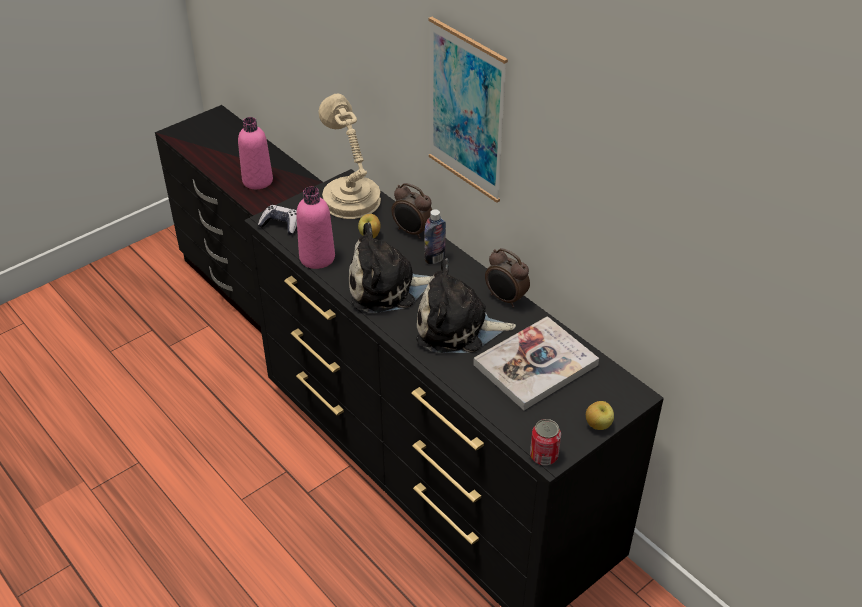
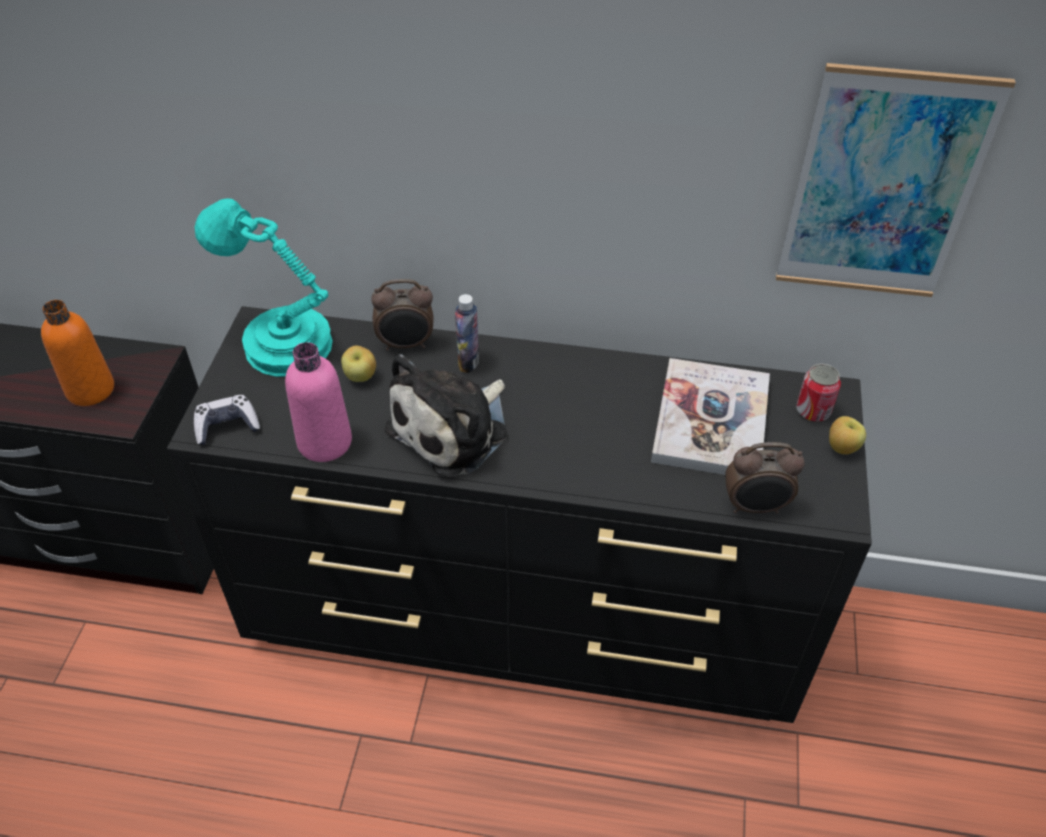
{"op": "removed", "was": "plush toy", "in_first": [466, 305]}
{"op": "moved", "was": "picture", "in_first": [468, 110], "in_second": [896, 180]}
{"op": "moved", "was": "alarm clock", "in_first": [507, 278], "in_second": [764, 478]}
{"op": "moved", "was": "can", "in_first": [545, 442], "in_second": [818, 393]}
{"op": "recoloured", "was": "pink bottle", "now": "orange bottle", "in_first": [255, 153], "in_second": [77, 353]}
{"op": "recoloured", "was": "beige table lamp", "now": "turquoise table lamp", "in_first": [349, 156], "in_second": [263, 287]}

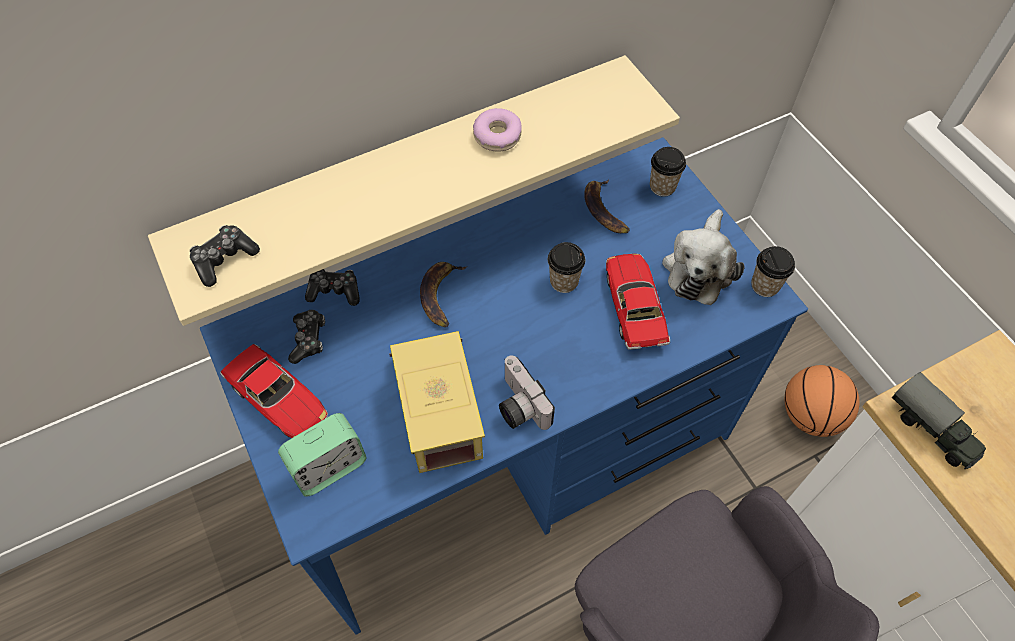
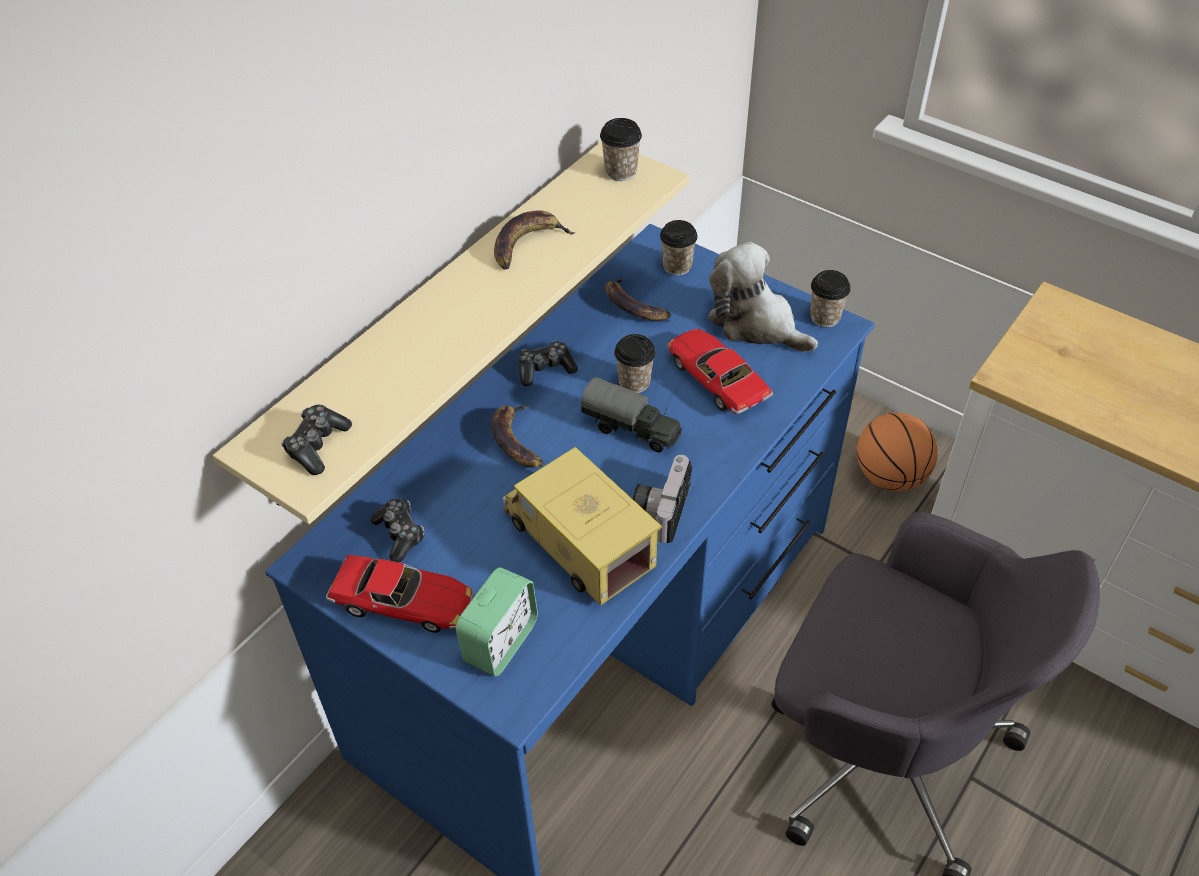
{"op": "added", "now": "cup", "in_second": [621, 149]}
{"op": "moved", "was": "game controller", "in_first": [332, 287], "in_second": [548, 363]}
{"op": "moved", "was": "toy truck", "in_first": [939, 420], "in_second": [631, 414]}
{"op": "replaced", "was": "donut", "now": "banana", "in_first": [497, 130], "in_second": [534, 239]}
{"op": "turned", "was": "photo camera", "in_first": [527, 392], "in_second": [662, 499], "clockwise": 75}
{"op": "turned", "was": "plush toy", "in_first": [703, 257], "in_second": [763, 297], "clockwise": 135}

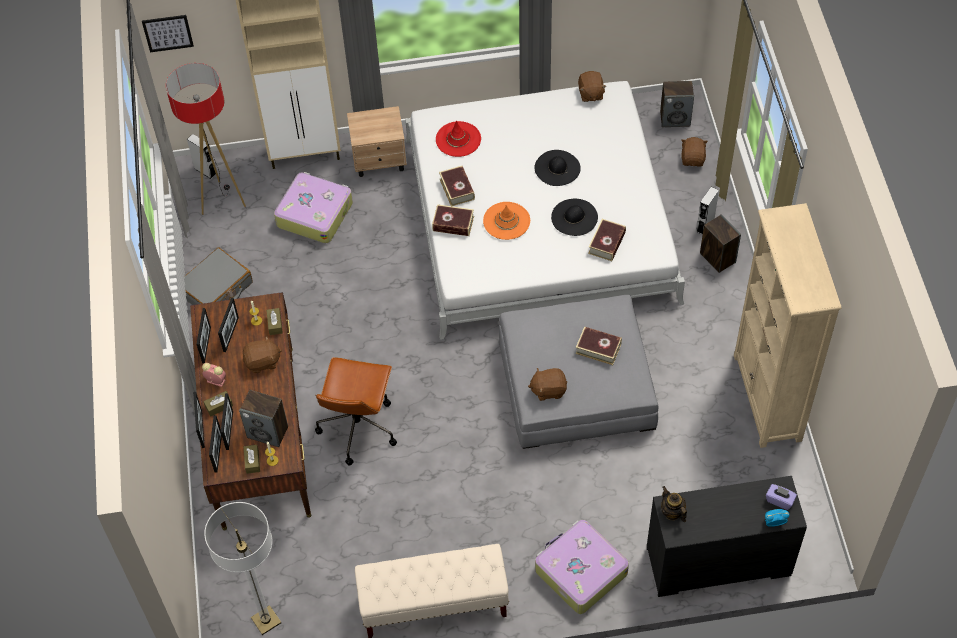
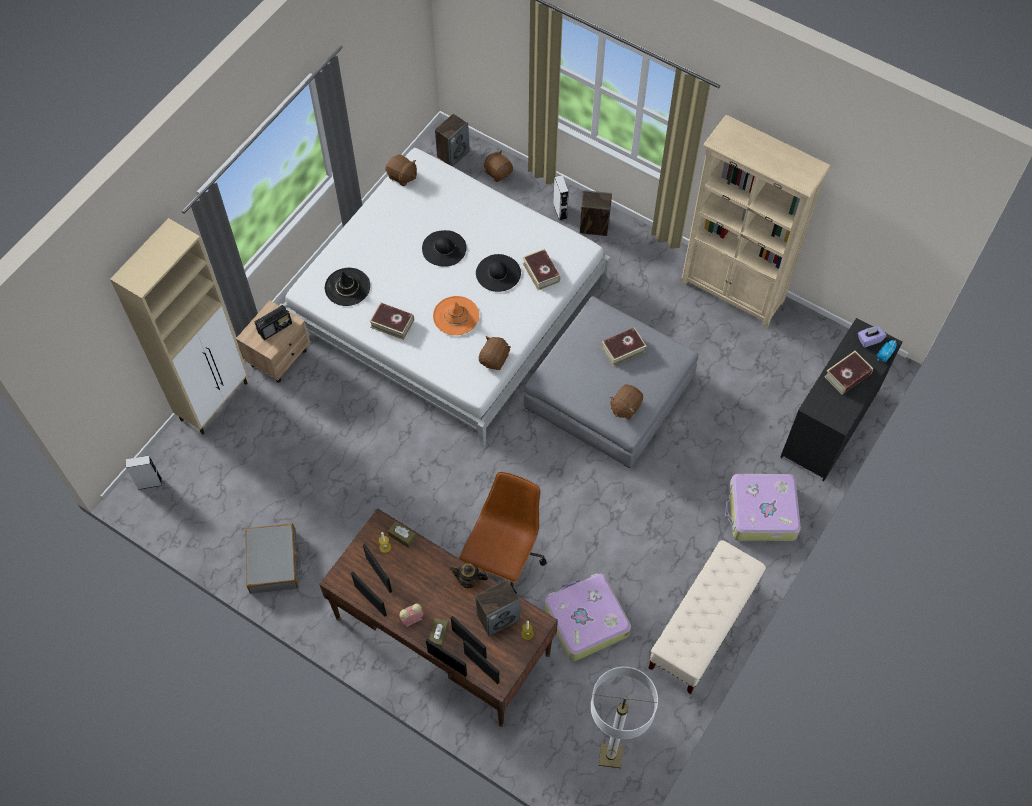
{"op": "removed", "was": "picture", "in_first": [168, 33]}
{"op": "removed", "was": "floor lamp", "in_first": [206, 139]}
{"op": "removed", "was": "brown tissue box", "in_first": [252, 459]}
{"op": "added", "now": "radio", "in_second": [273, 322]}
{"op": "moved", "was": "brown plush toy", "in_first": [262, 354], "in_second": [495, 353]}
{"op": "moved", "was": "suitcase", "in_first": [313, 207], "in_second": [588, 617]}
{"op": "moved", "was": "book", "in_first": [453, 220], "in_second": [848, 373]}
{"op": "moved", "was": "teapot", "in_first": [674, 504], "in_second": [469, 575]}
{"op": "recoloured", "was": "red hat", "now": "black hat", "in_first": [458, 139], "in_second": [347, 287]}
{"op": "turned", "was": "brown office chair", "in_first": [356, 411], "in_second": [503, 532], "clockwise": -120}

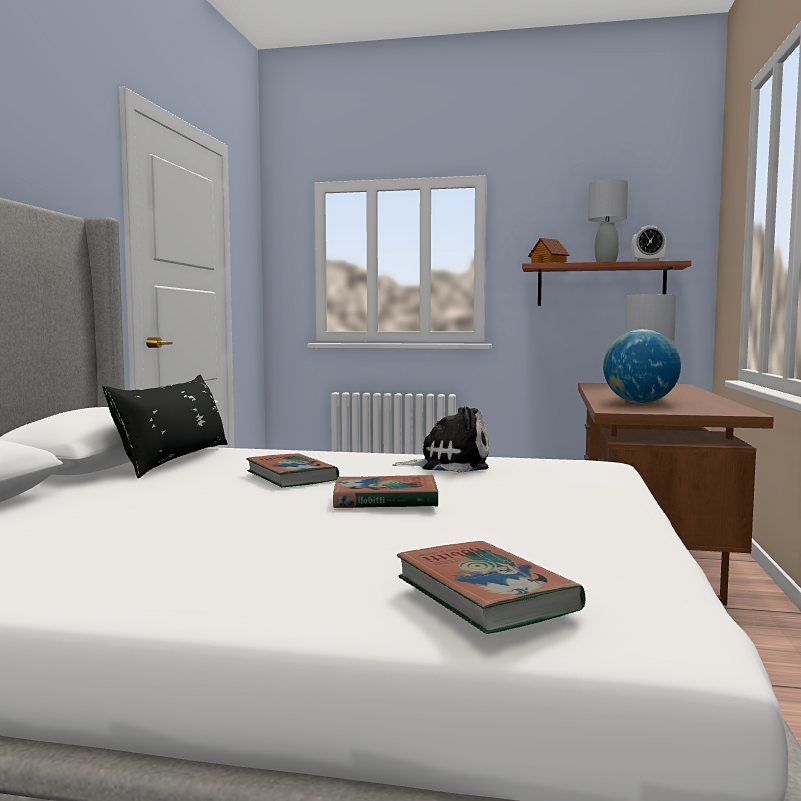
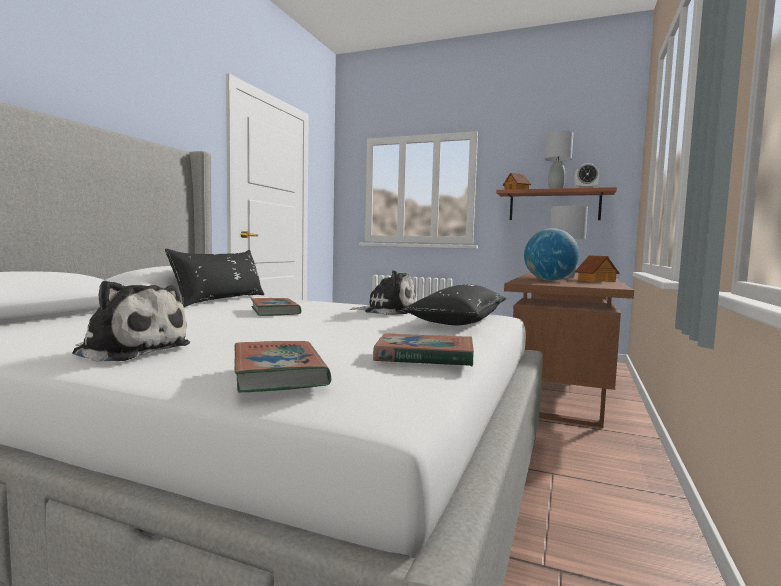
{"op": "added", "now": "plush toy", "in_second": [131, 321]}
{"op": "added", "now": "black pillow", "in_second": [453, 304]}
{"op": "added", "now": "toy house", "in_second": [597, 268]}
{"op": "moved", "was": "book", "in_first": [385, 491], "in_second": [423, 349]}

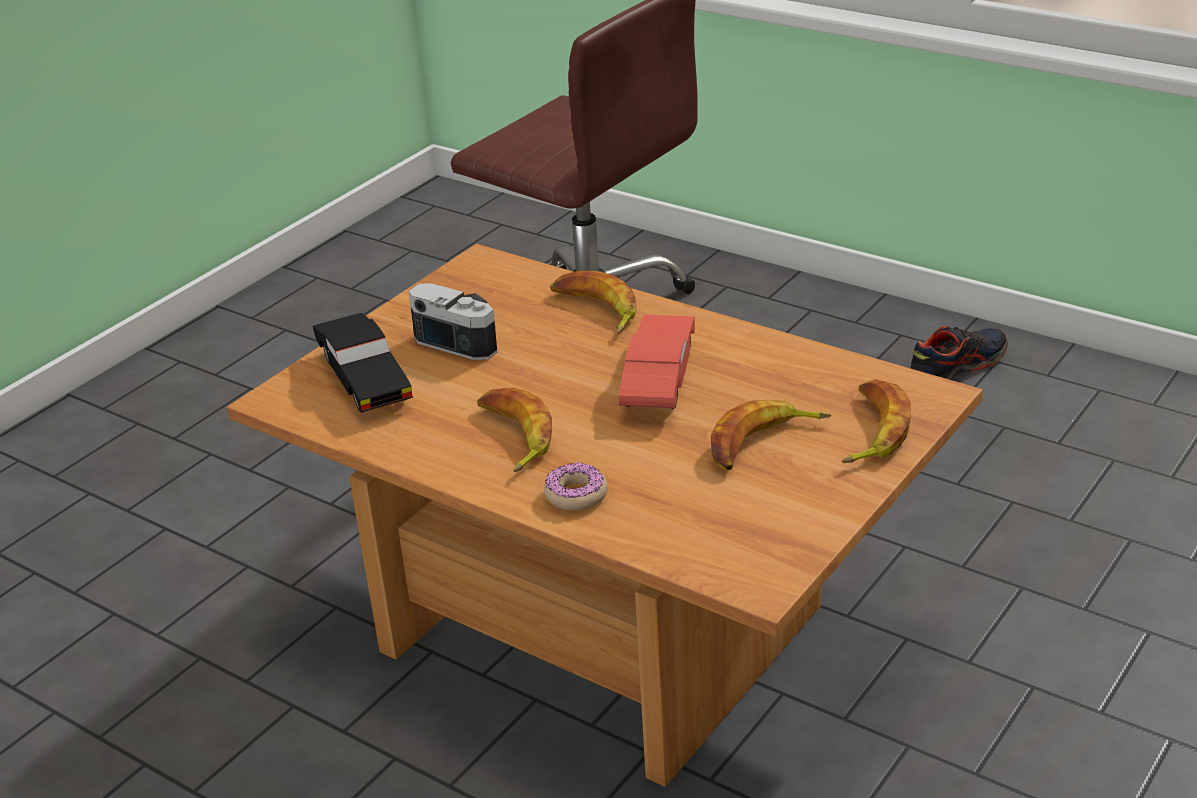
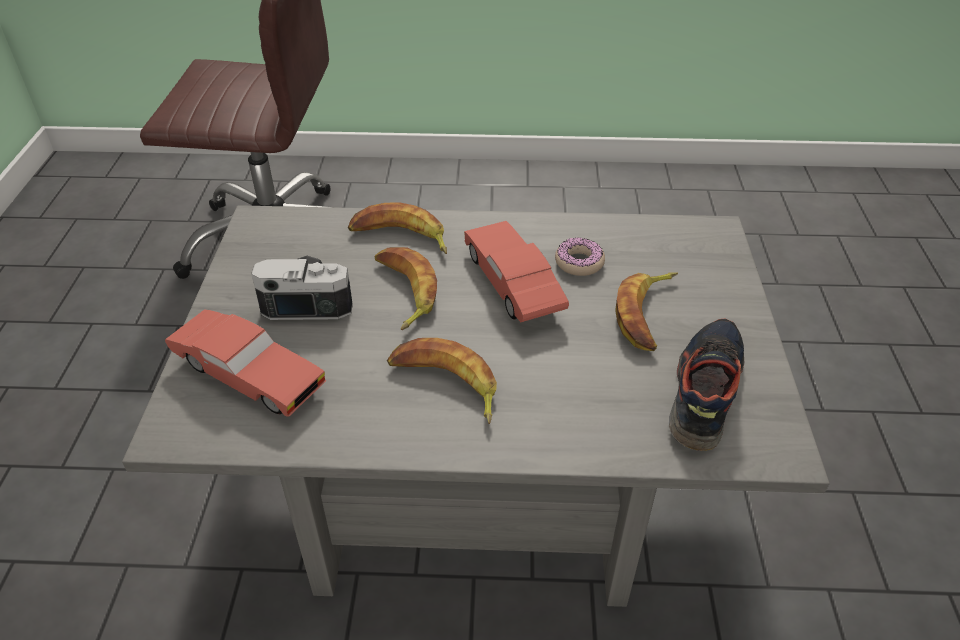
{"op": "moved", "was": "donut", "in_first": [576, 486], "in_second": [580, 257]}
{"op": "moved", "was": "banana", "in_first": [876, 421], "in_second": [406, 288]}
{"op": "moved", "was": "shoe", "in_first": [959, 353], "in_second": [706, 385]}
{"op": "recoloured", "was": "brown coffee table", "now": "grey coffee table", "in_first": [605, 515], "in_second": [476, 406]}
{"op": "recoloured", "was": "black toy car", "now": "red toy car", "in_first": [363, 363], "in_second": [245, 363]}

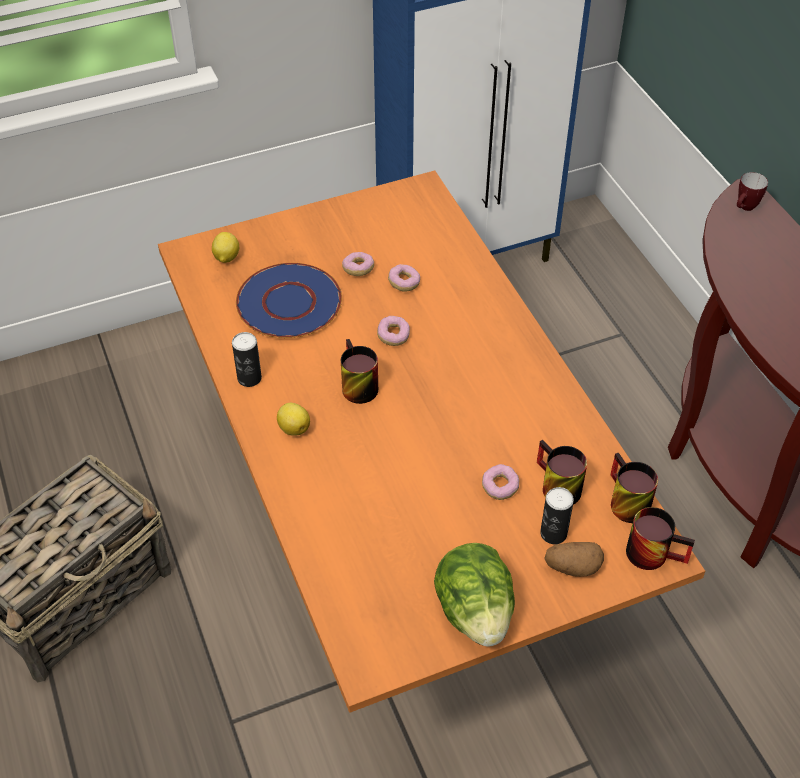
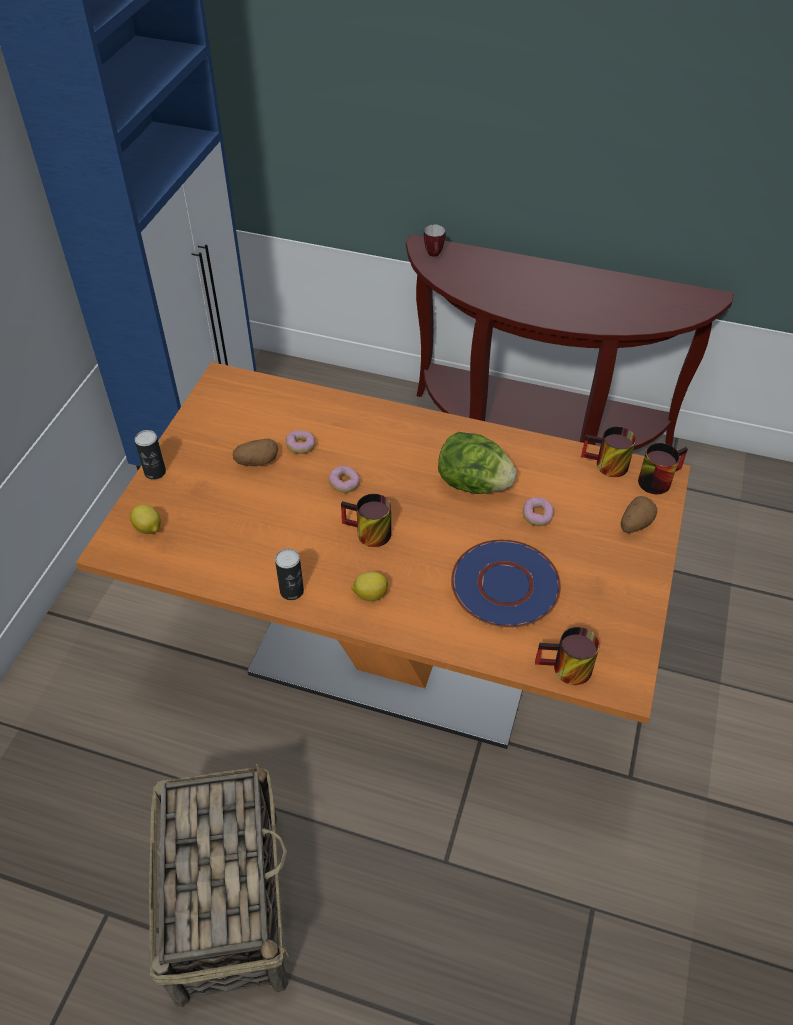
{"op": "moved", "was": "blue plate", "in_first": [289, 300], "in_second": [506, 583]}
{"op": "moved", "was": "lettuce", "in_first": [474, 595], "in_second": [477, 463]}
{"op": "moved", "was": "mug", "in_first": [562, 472], "in_second": [567, 656]}
{"op": "moved", "was": "can", "in_first": [557, 515], "in_second": [150, 455]}
{"op": "replaced", "was": "donut", "now": "potato", "in_first": [358, 264], "in_second": [255, 452]}

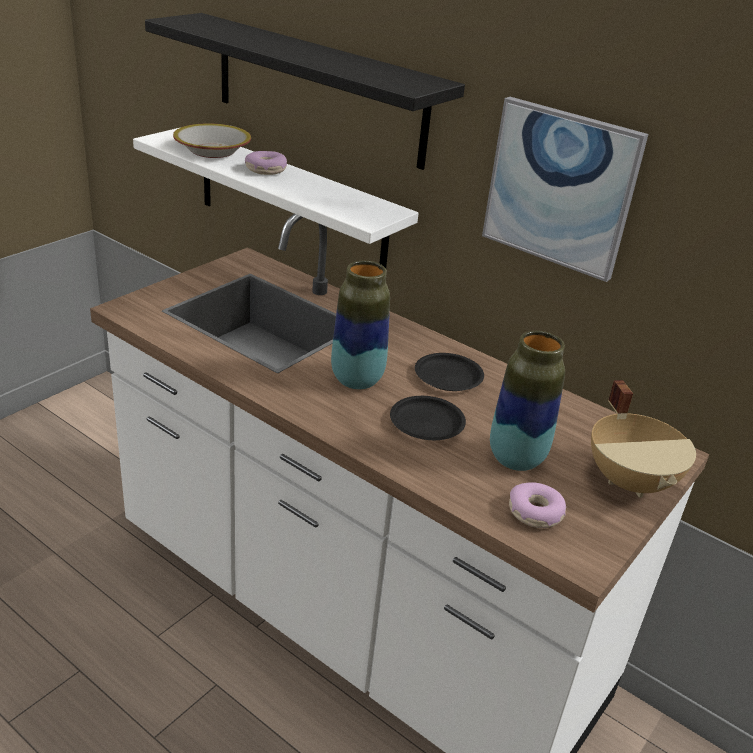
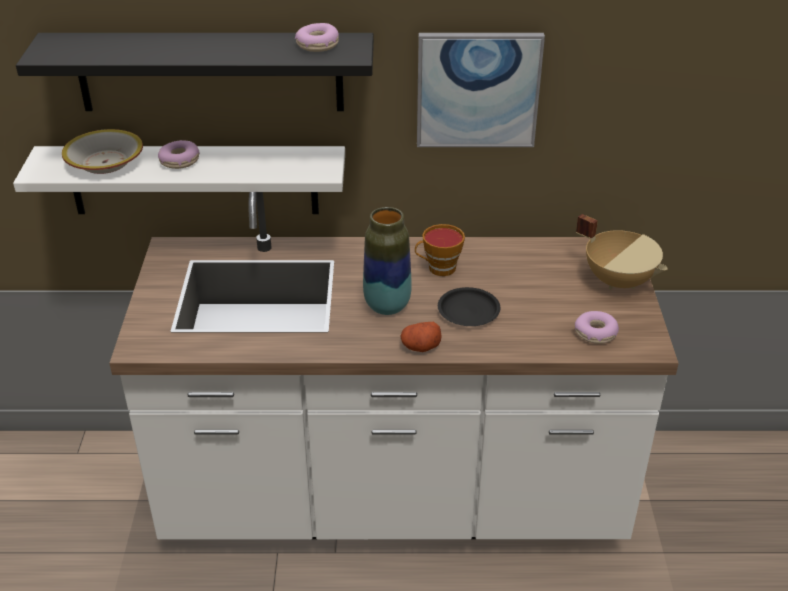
{"op": "removed", "was": "vase", "in_first": [527, 401]}
{"op": "added", "now": "donut", "in_second": [317, 37]}
{"op": "added", "now": "potato", "in_second": [421, 337]}
{"op": "replaced", "was": "black plate", "now": "cup", "in_first": [449, 372], "in_second": [440, 250]}

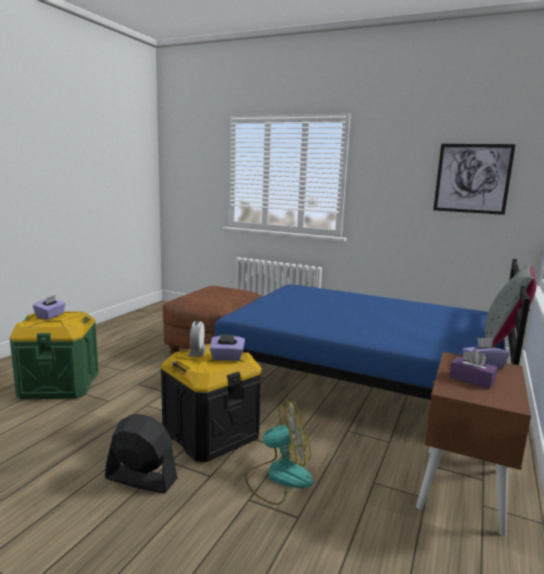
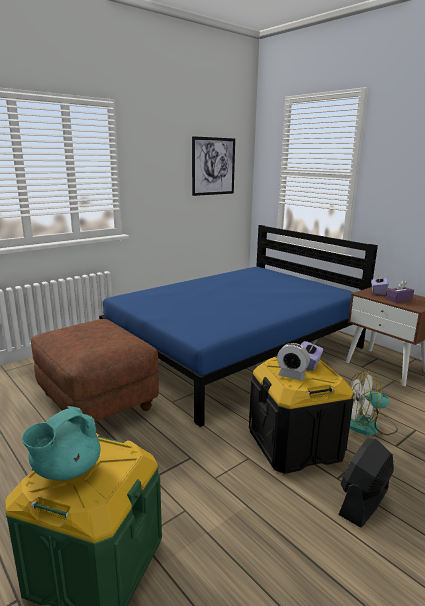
{"op": "removed", "was": "grey pillow", "in_first": [510, 306]}
{"op": "replaced", "was": "purple tissue box", "now": "turquoise teapot", "in_first": [49, 307], "in_second": [61, 443]}
{"op": "turned", "was": "fan", "in_first": [279, 452], "in_second": [373, 403], "clockwise": -105}

